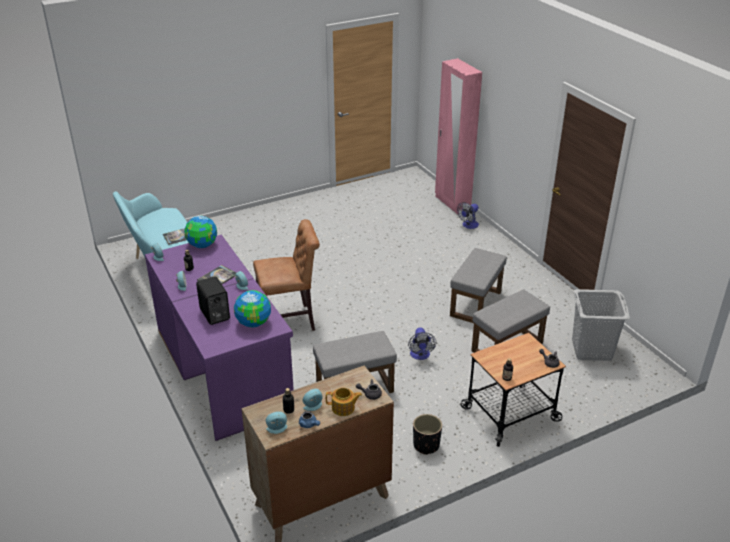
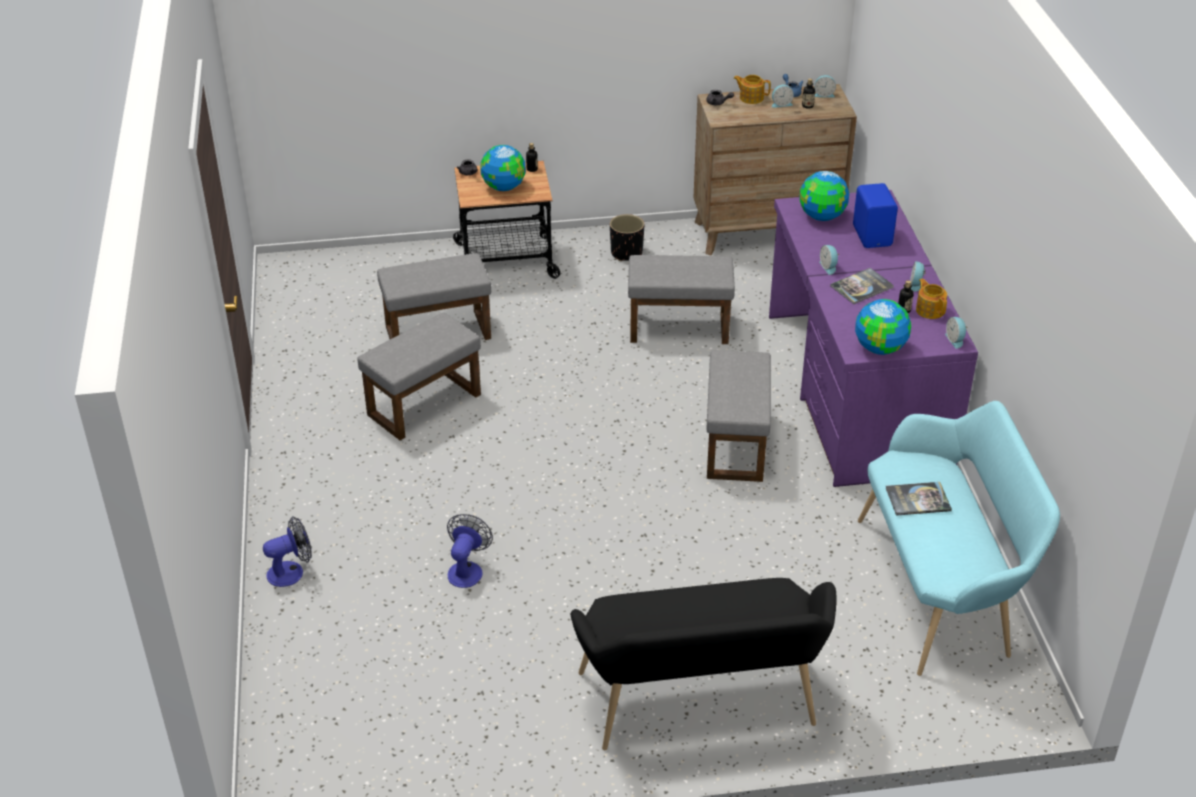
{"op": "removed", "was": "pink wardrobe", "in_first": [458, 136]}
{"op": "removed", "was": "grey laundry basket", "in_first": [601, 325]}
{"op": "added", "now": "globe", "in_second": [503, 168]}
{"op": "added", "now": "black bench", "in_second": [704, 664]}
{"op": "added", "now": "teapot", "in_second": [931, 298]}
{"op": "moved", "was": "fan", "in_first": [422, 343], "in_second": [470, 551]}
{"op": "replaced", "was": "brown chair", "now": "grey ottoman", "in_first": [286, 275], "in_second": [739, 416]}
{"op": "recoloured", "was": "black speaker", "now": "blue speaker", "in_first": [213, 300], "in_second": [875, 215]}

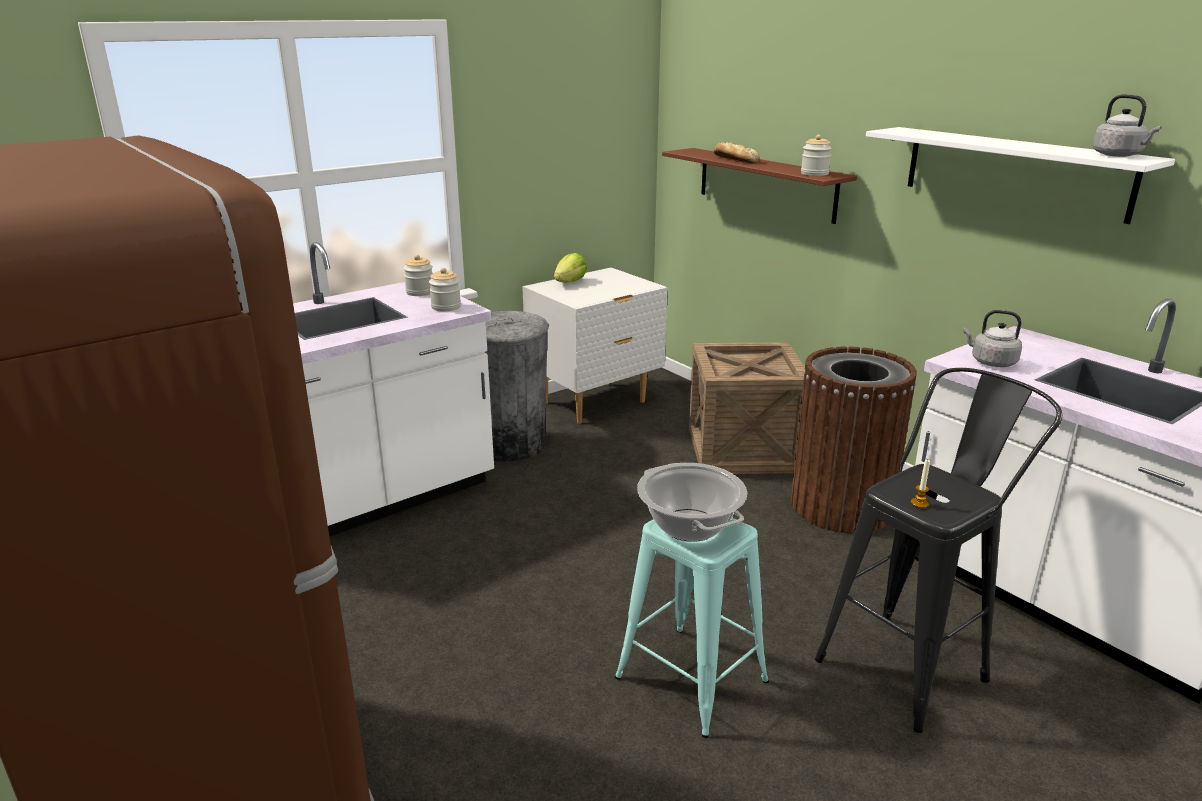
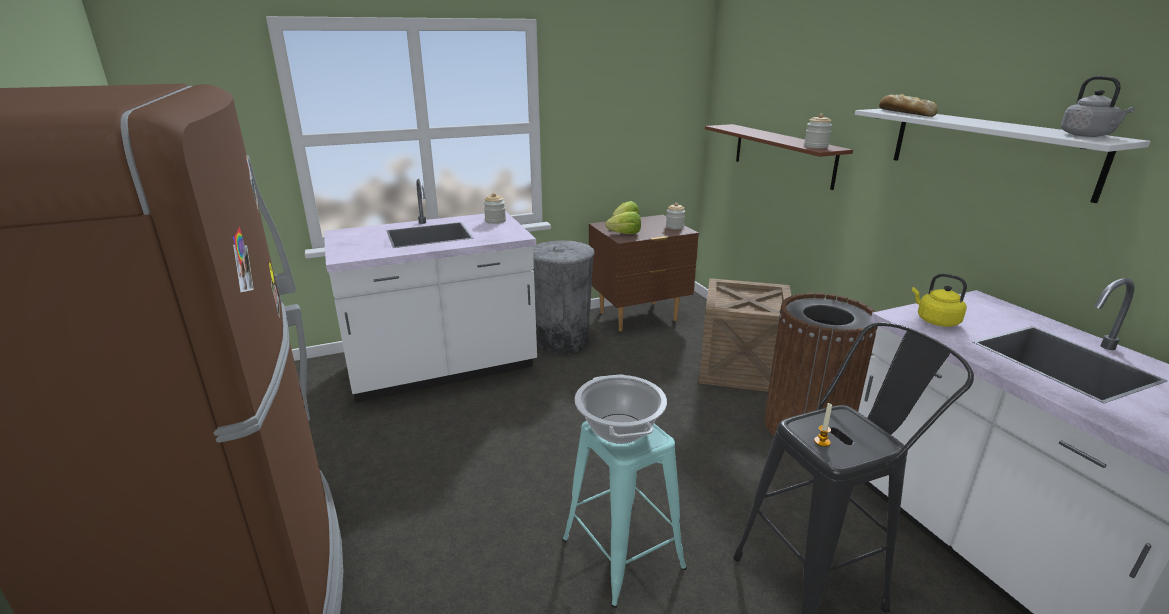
{"op": "added", "now": "lettuce", "in_second": [623, 222]}
{"op": "moved", "was": "jar", "in_first": [445, 289], "in_second": [675, 216]}
{"op": "moved", "was": "bread", "in_first": [737, 153], "in_second": [908, 105]}
{"op": "recoloured", "was": "white nightstand", "now": "brown nightstand", "in_first": [595, 346], "in_second": [644, 273]}
{"op": "recoloured", "was": "grey kettle", "now": "yellow kettle", "in_first": [992, 338], "in_second": [939, 300]}

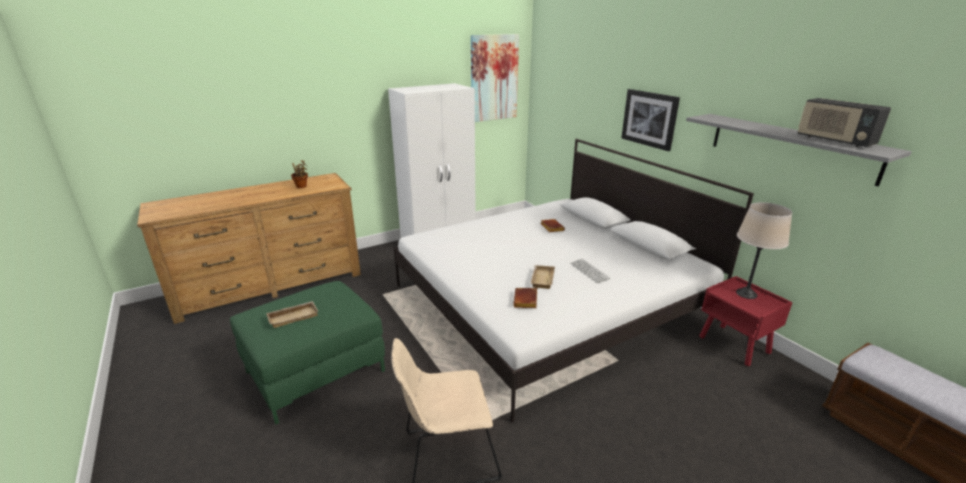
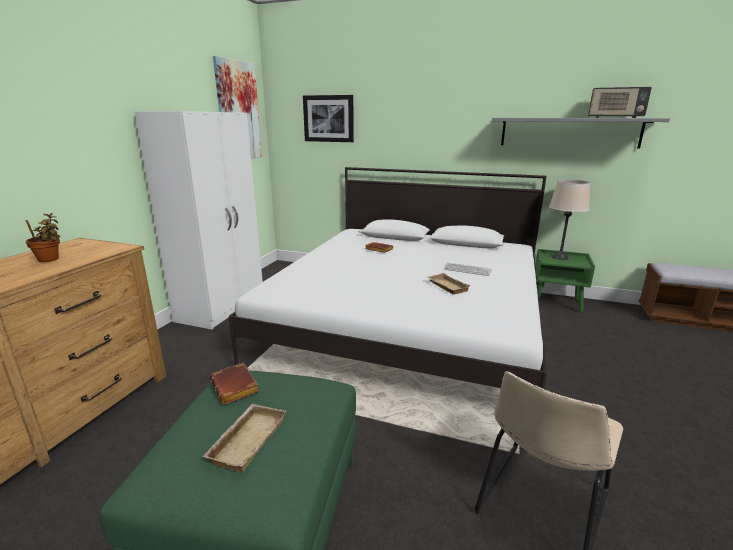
{"op": "moved", "was": "brown book", "in_first": [525, 298], "in_second": [234, 383]}
{"op": "moved", "was": "picture", "in_first": [650, 120], "in_second": [328, 118]}
{"op": "recoloured", "was": "red nightstand", "now": "green nightstand", "in_first": [746, 321], "in_second": [565, 280]}

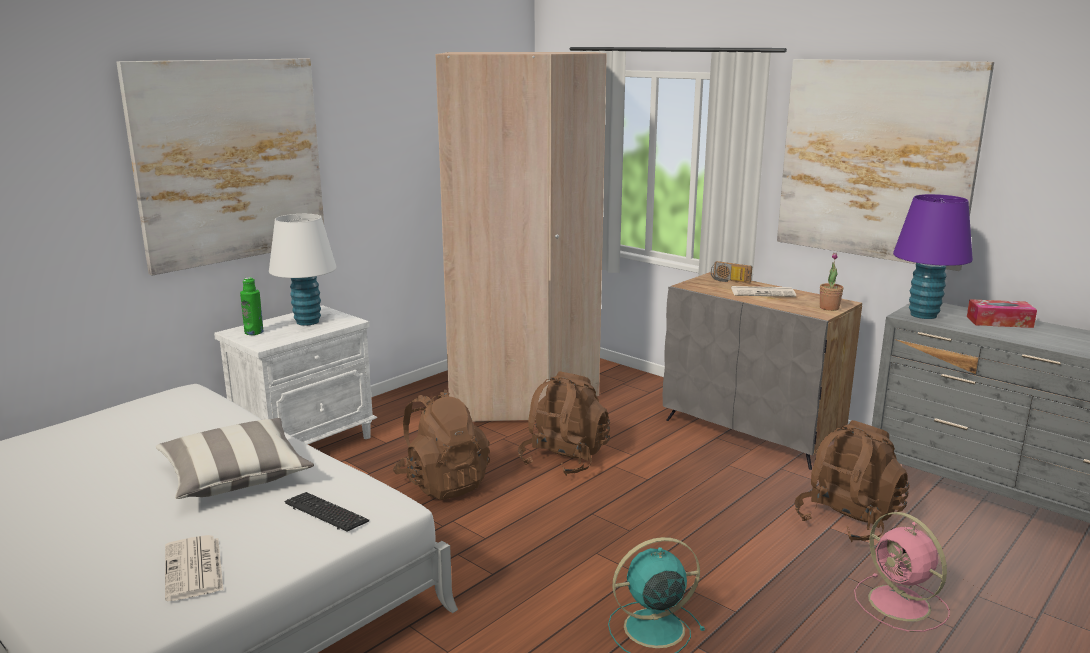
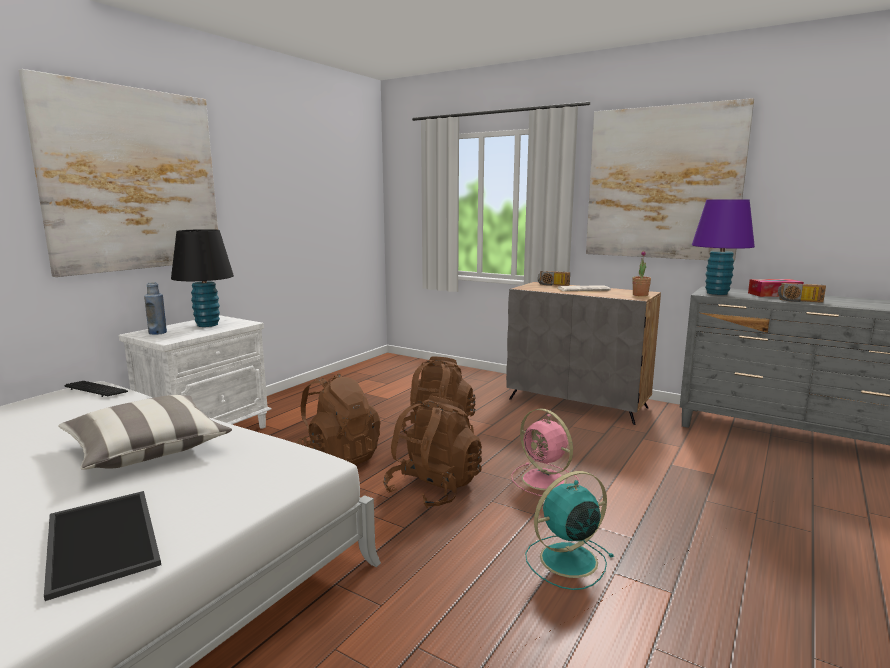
{"op": "removed", "was": "beige wardrobe", "in_first": [521, 237]}
{"op": "added", "now": "radio", "in_second": [802, 293]}
{"op": "moved", "was": "keyboard", "in_first": [327, 512], "in_second": [96, 389]}
{"op": "moved", "was": "brown backpack", "in_first": [852, 481], "in_second": [432, 451]}
{"op": "moved", "was": "pink fan", "in_first": [902, 572], "in_second": [545, 452]}
{"op": "replaced", "was": "newspaper", "now": "tray", "in_first": [194, 568], "in_second": [102, 546]}
{"op": "recoloured", "was": "green bottle", "now": "blue bottle", "in_first": [251, 306], "in_second": [155, 308]}
{"op": "recoloured", "was": "white table lamp", "now": "black table lamp", "in_first": [303, 270], "in_second": [202, 278]}

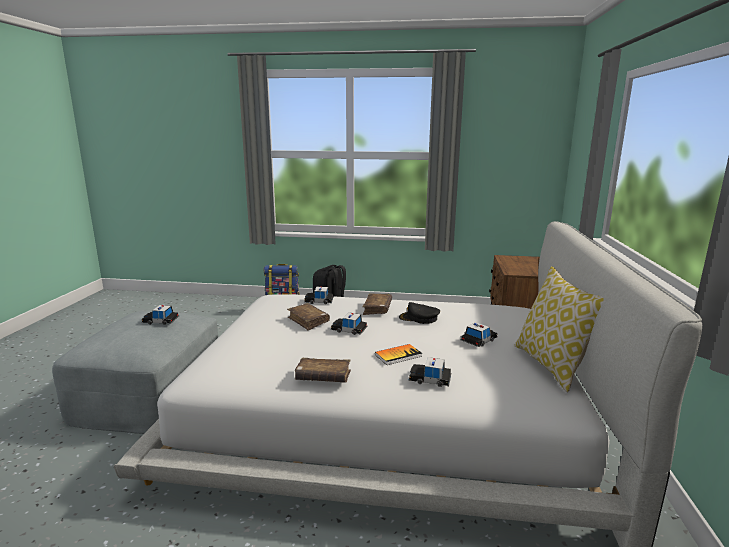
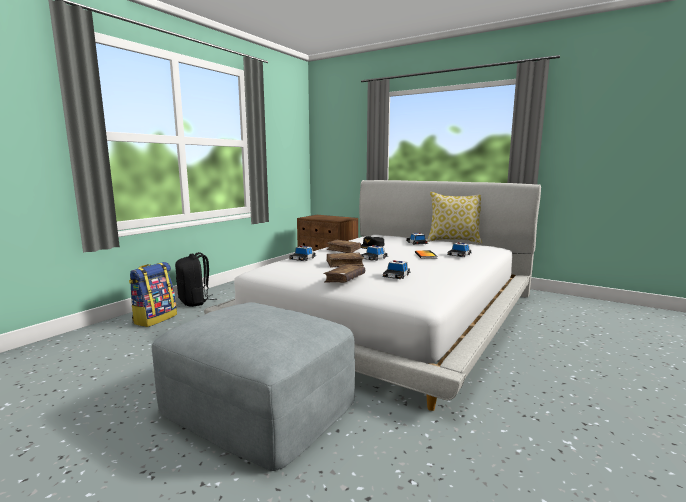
{"op": "moved", "was": "toy car", "in_first": [160, 315], "in_second": [396, 269]}
{"op": "moved", "was": "brown book", "in_first": [323, 370], "in_second": [344, 273]}

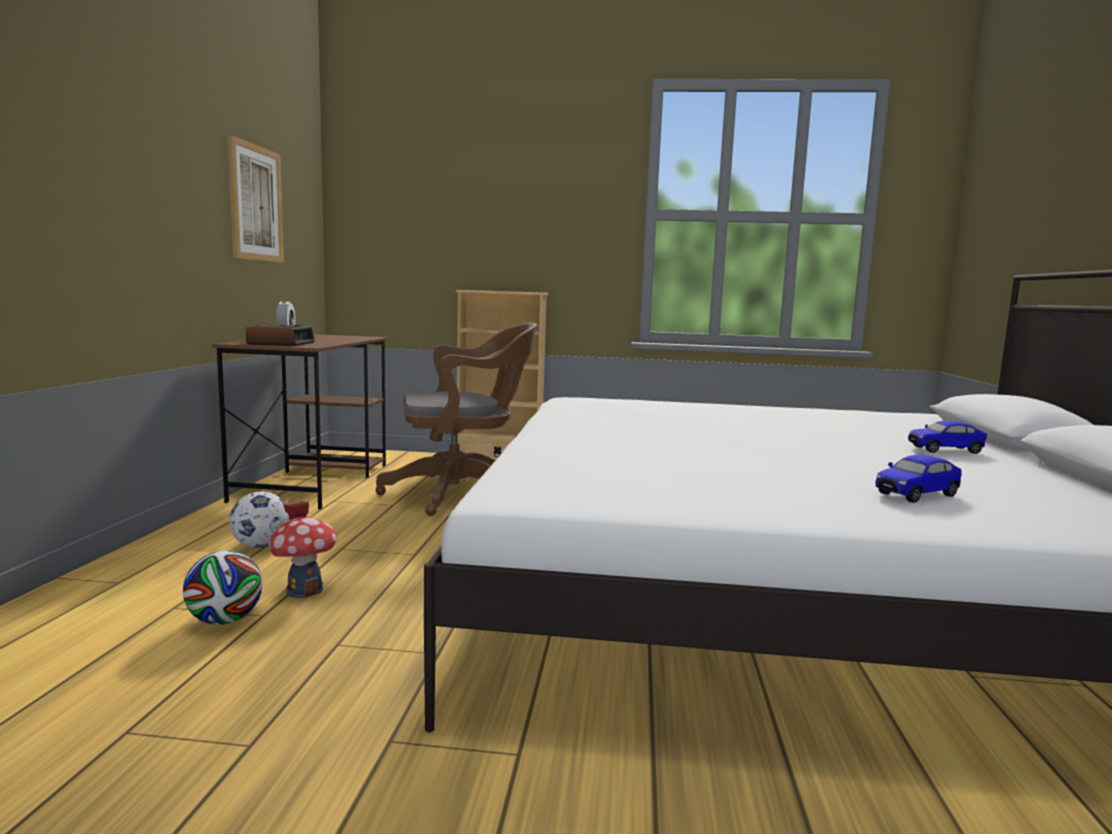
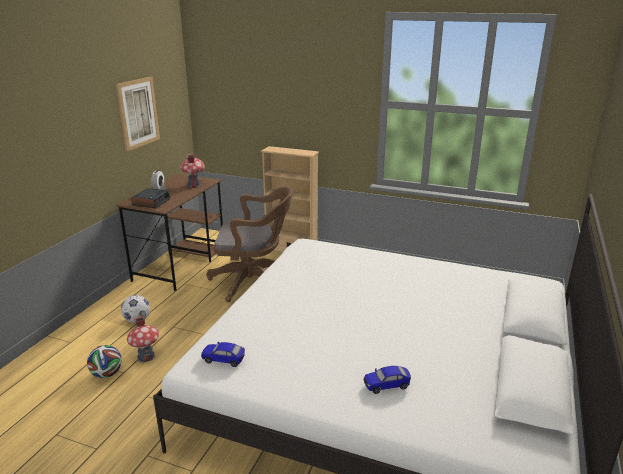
{"op": "added", "now": "toy house", "in_second": [192, 171]}
{"op": "moved", "was": "toy car", "in_first": [947, 437], "in_second": [223, 354]}

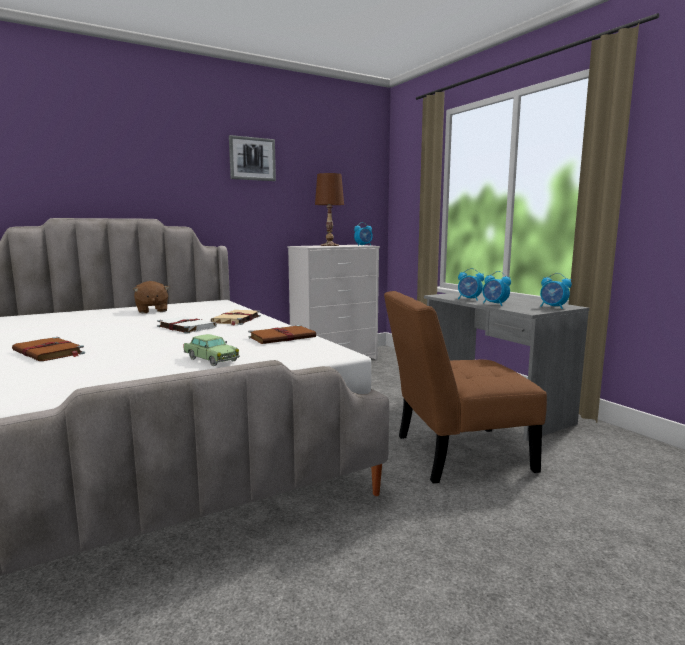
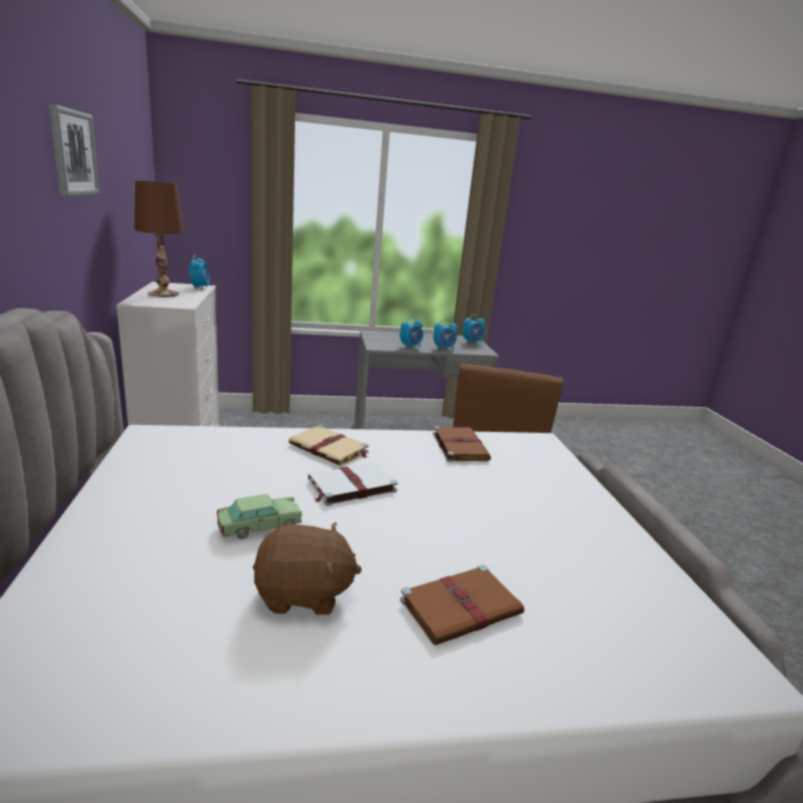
{"op": "moved", "was": "brown plush toy", "in_first": [151, 297], "in_second": [307, 568]}
{"op": "moved", "was": "toy car", "in_first": [212, 350], "in_second": [259, 516]}

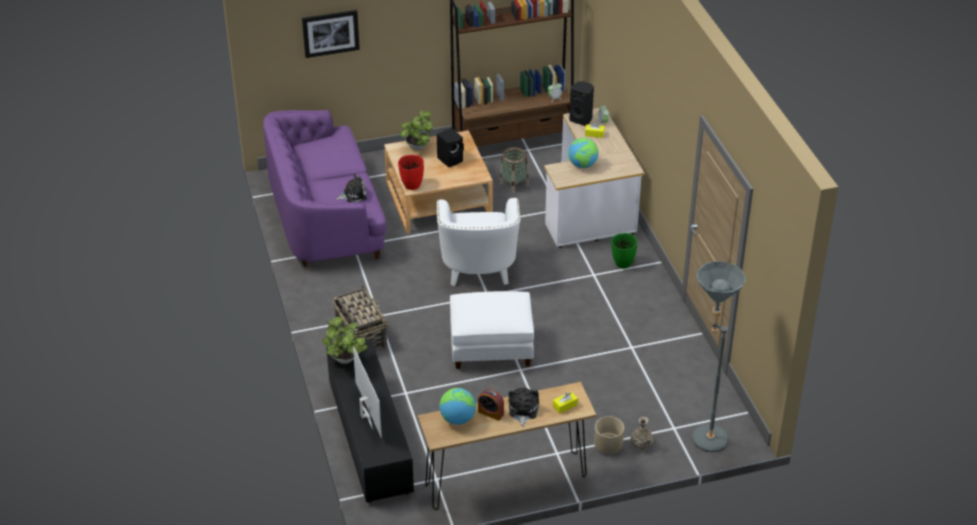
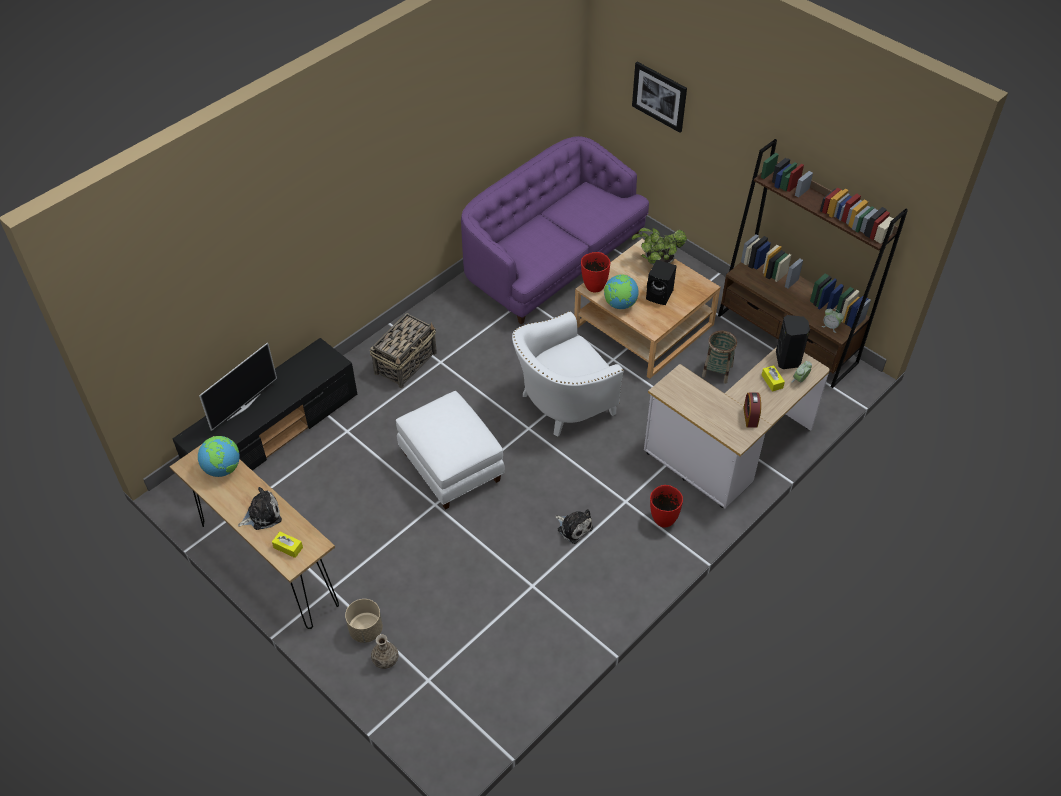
{"op": "removed", "was": "potted plant", "in_first": [344, 340]}
{"op": "removed", "was": "grey floor lamp", "in_first": [719, 356]}
{"op": "moved", "was": "plush toy", "in_first": [351, 188], "in_second": [574, 526]}
{"op": "moved", "was": "alarm clock", "in_first": [491, 405], "in_second": [752, 410]}
{"op": "moved", "was": "globe", "in_first": [583, 153], "in_second": [621, 291]}
{"op": "recoloured", "was": "green vase", "now": "red vase", "in_first": [624, 250], "in_second": [666, 506]}

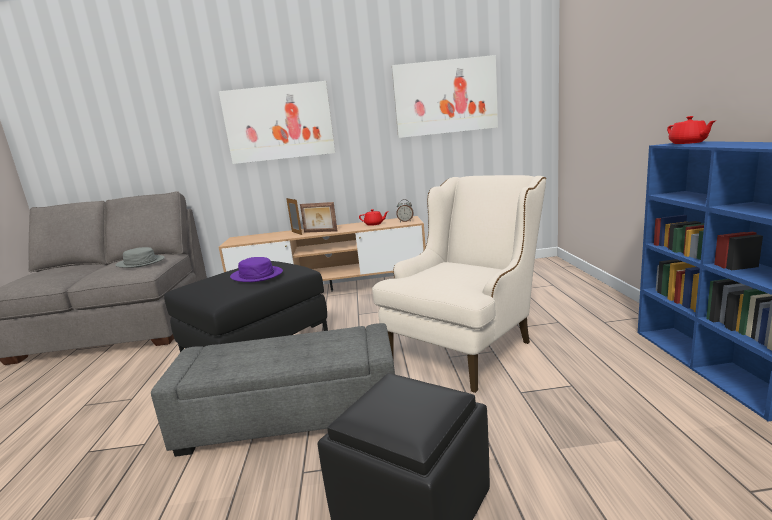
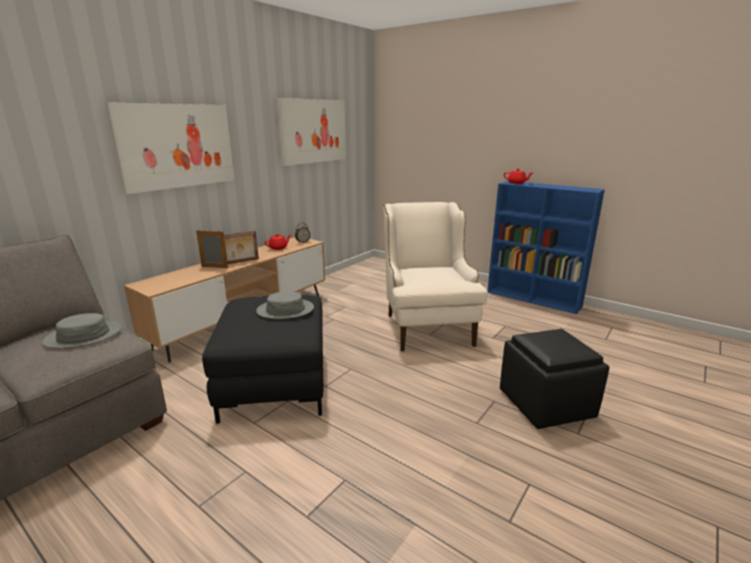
{"op": "removed", "was": "grey ottoman", "in_first": [273, 390]}
{"op": "recoloured", "was": "purple hat", "now": "grey hat", "in_first": [256, 269], "in_second": [285, 305]}

